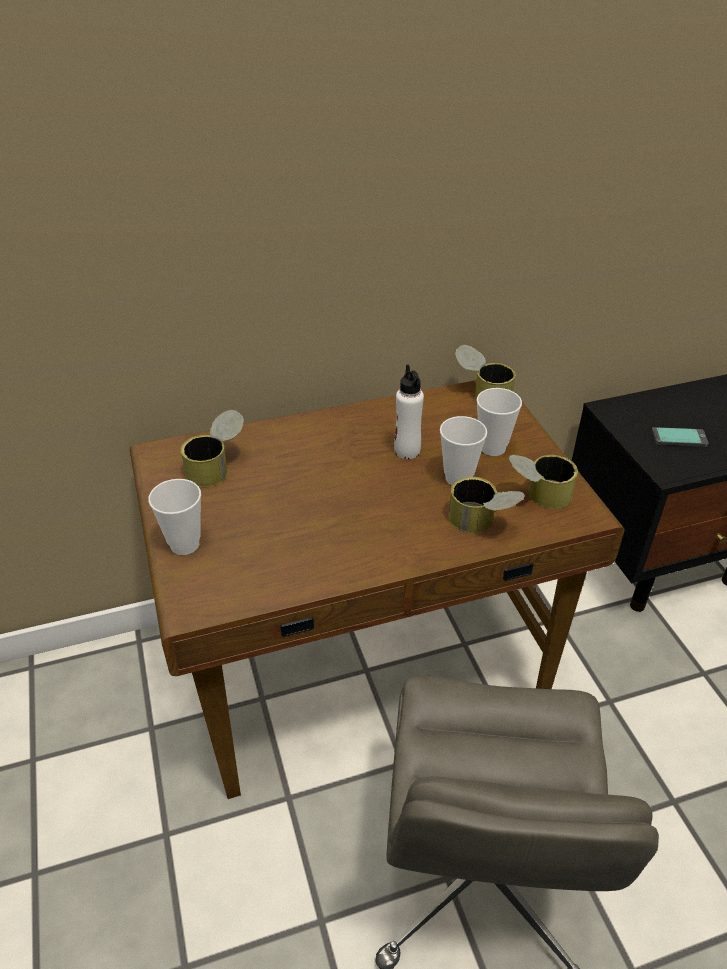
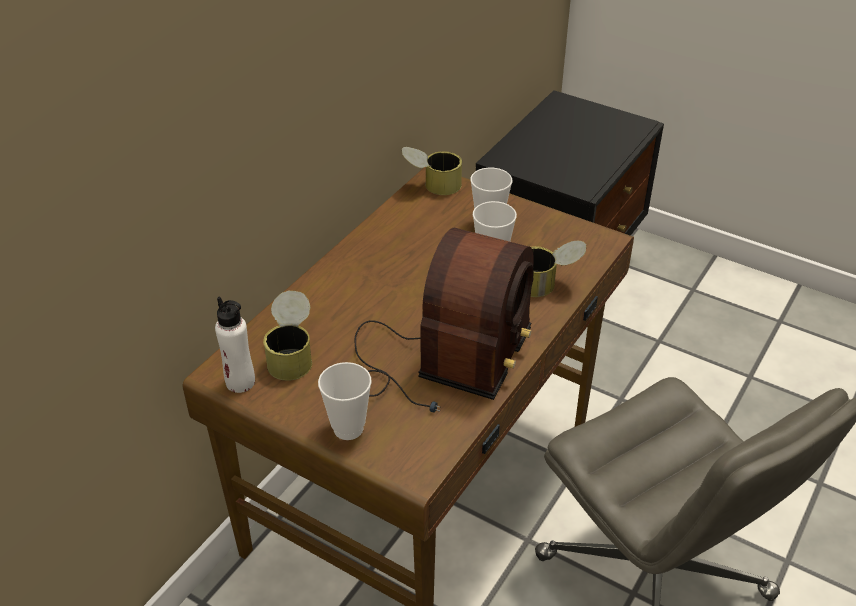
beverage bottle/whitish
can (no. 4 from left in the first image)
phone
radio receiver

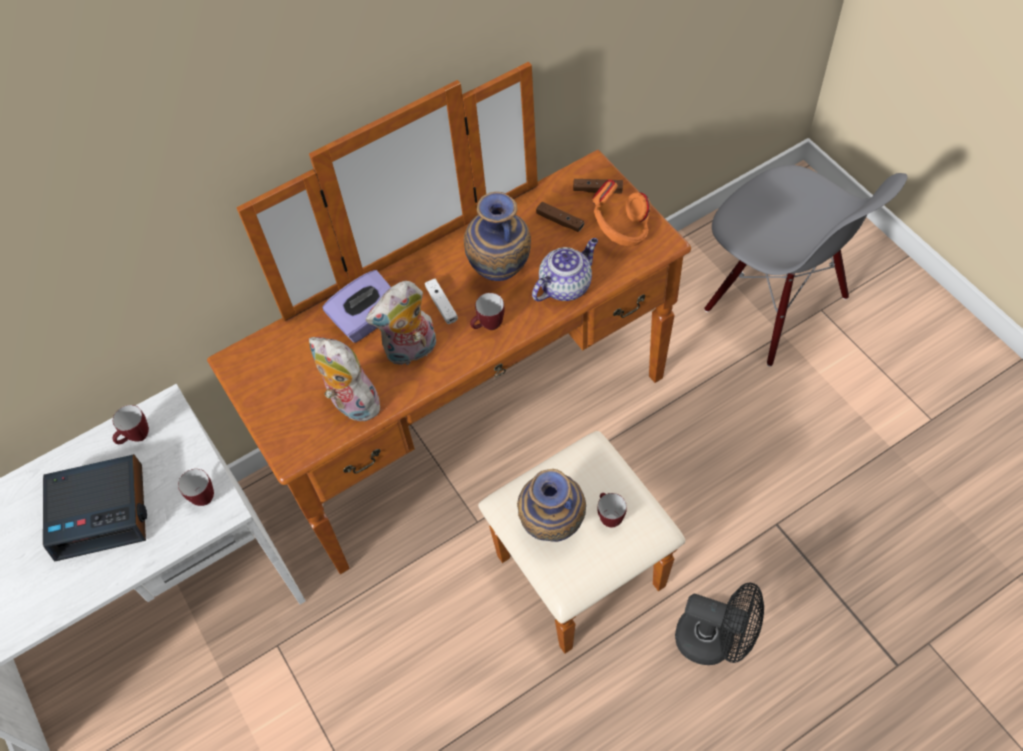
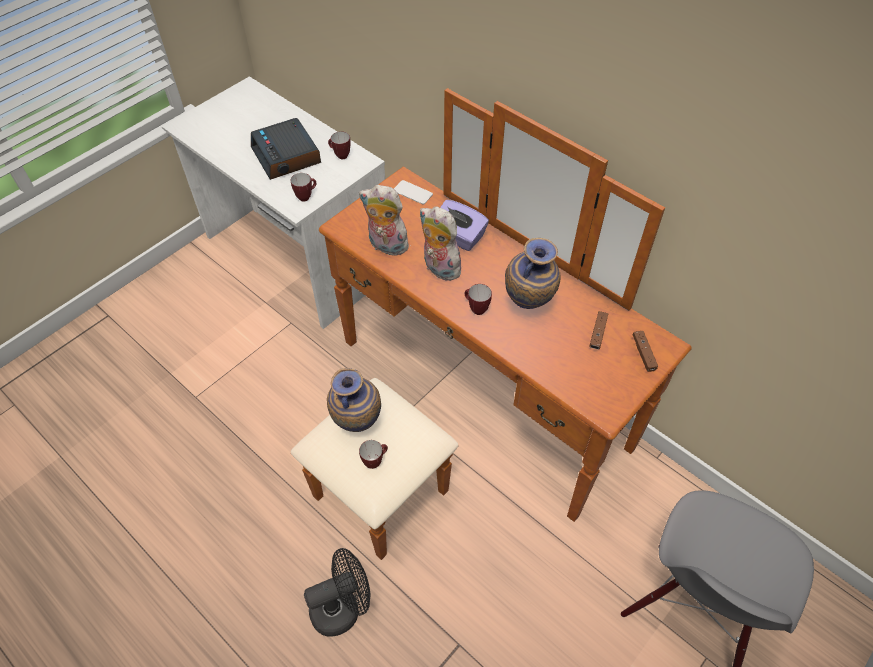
plush toy (no. 1 from left)
gamepad/whitish
teapot
headphones/orange-coloured
cooling fan/black-coloured
phone

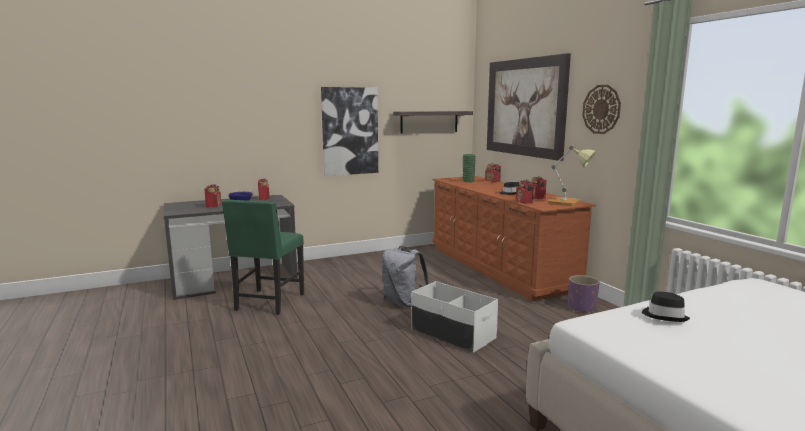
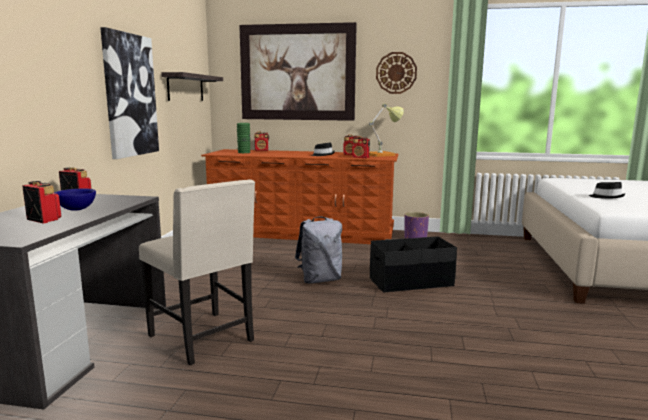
plain chair/beige-coloured
storage container/black-coloured

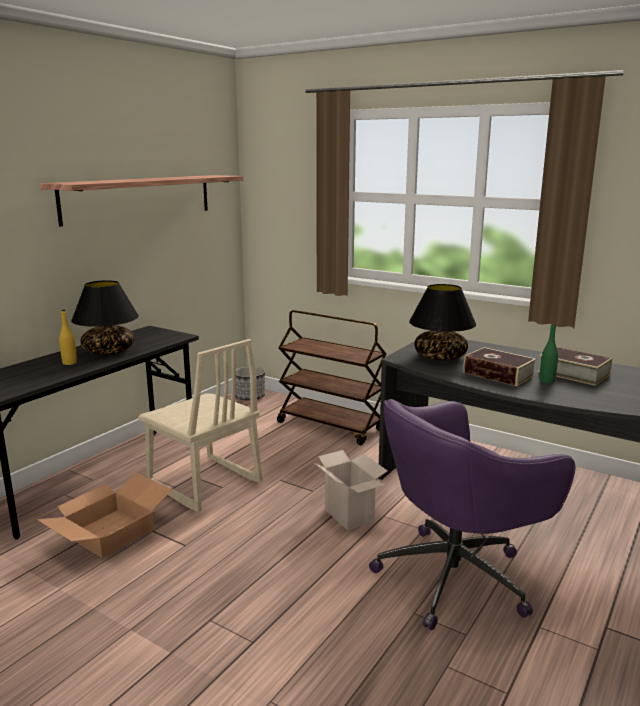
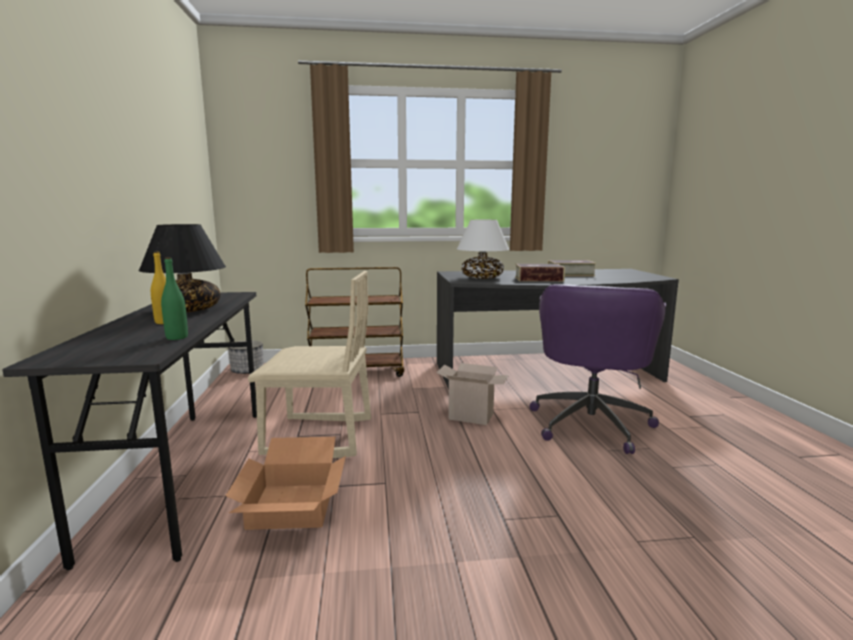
bracket shelf
lamp for a table/whitish
beverage bottle/green

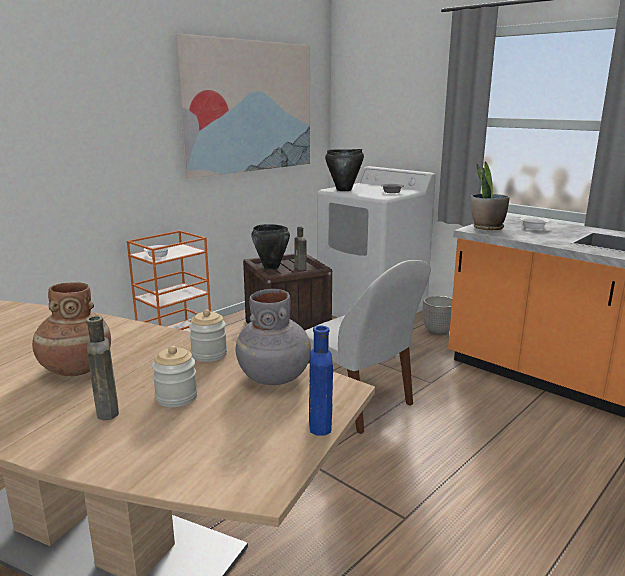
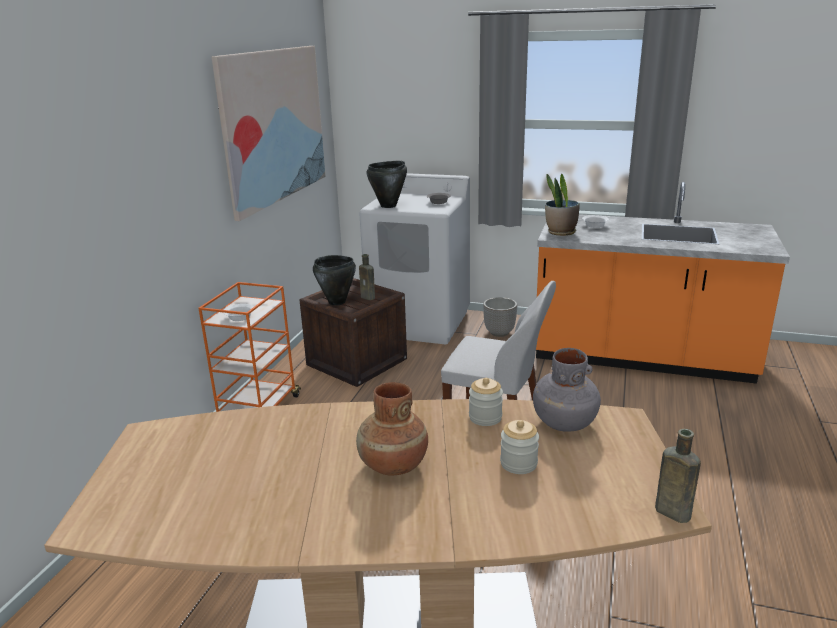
beverage bottle/brown (no. 2 from left)
beverage bottle/bluish

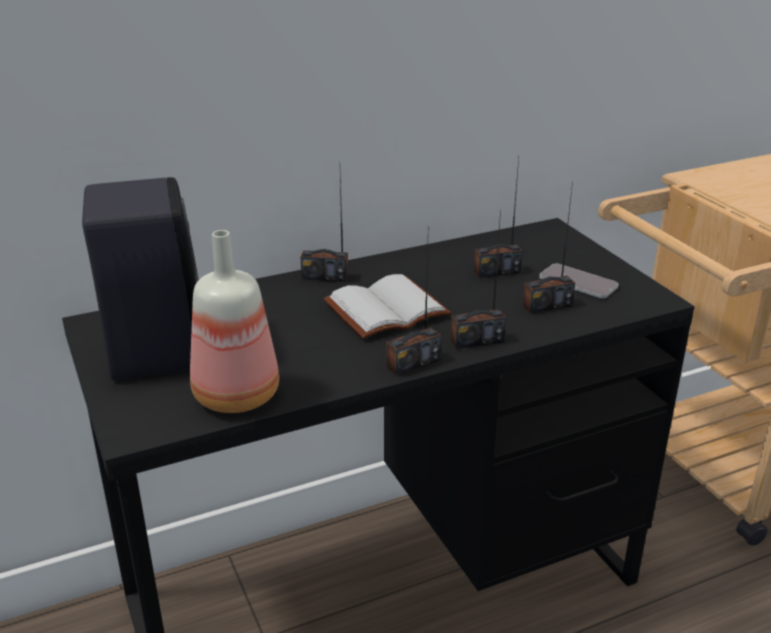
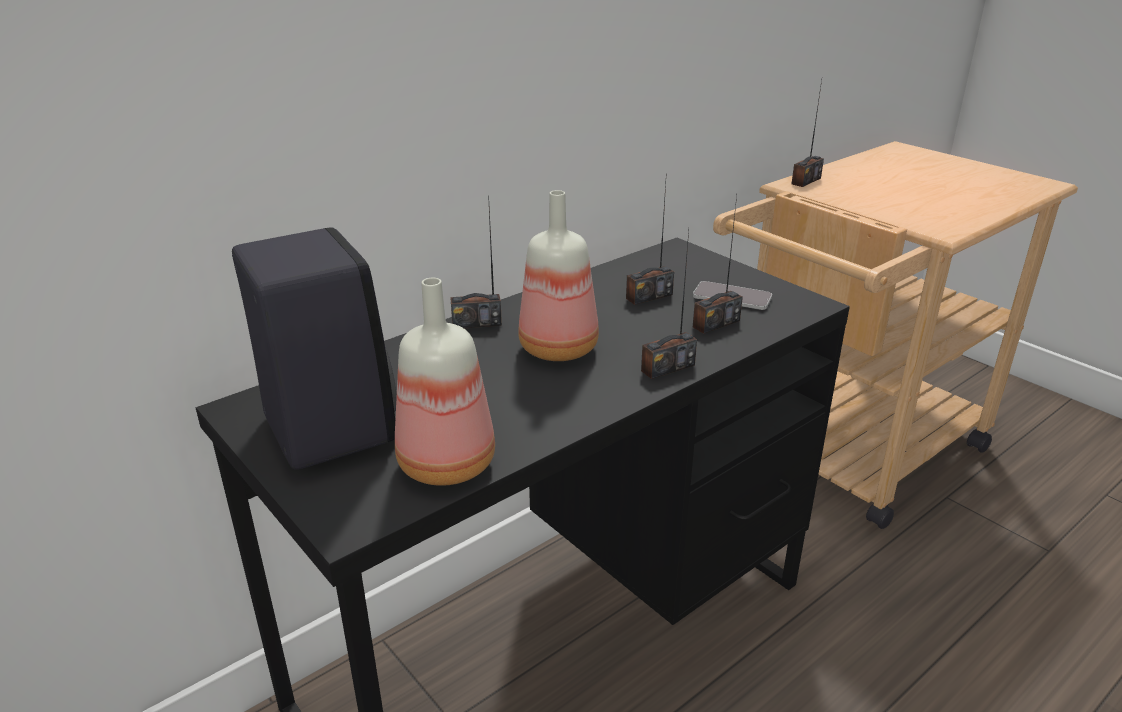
beverage bottle (no. 2 from left)
radio receiver (no. 5 from left)

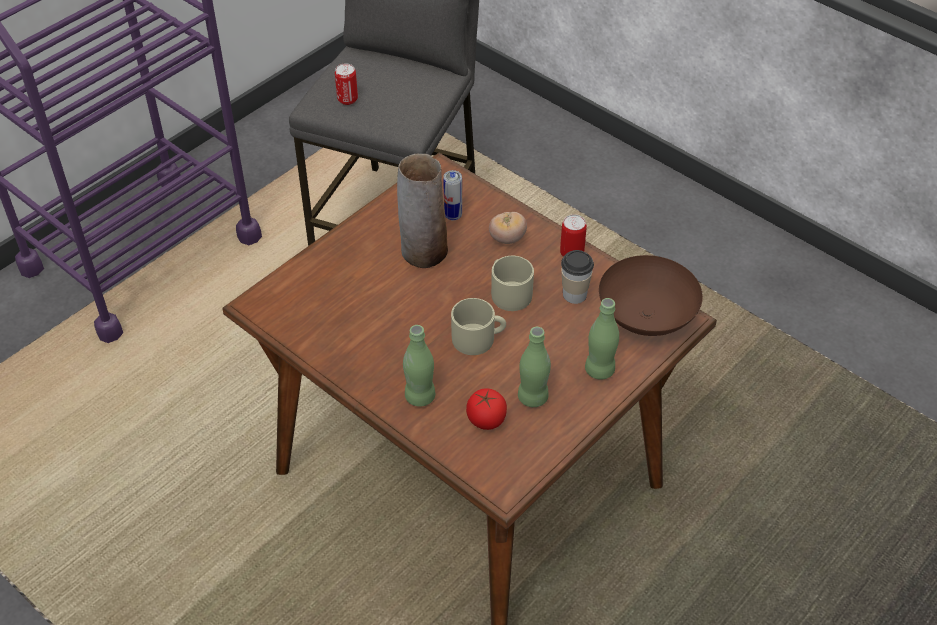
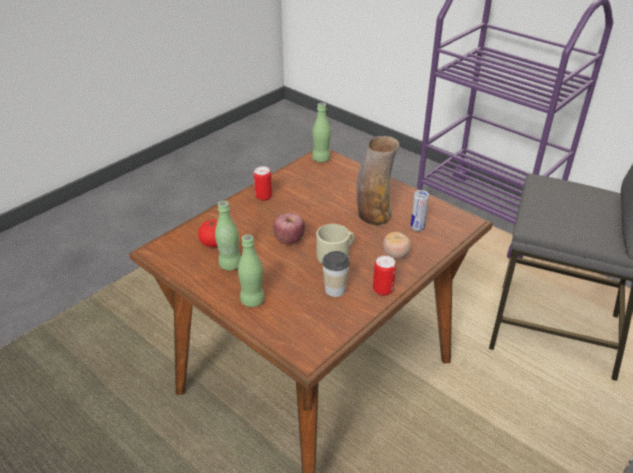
can (no. 1 from left)
beverage bottle/green (no. 3 from left)
apple fruit
serving bowl/brown

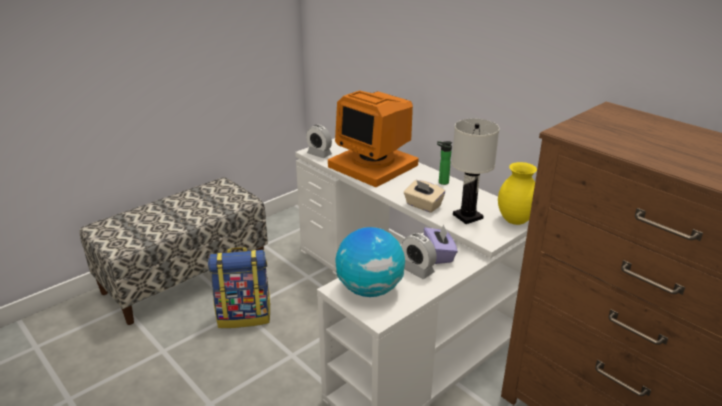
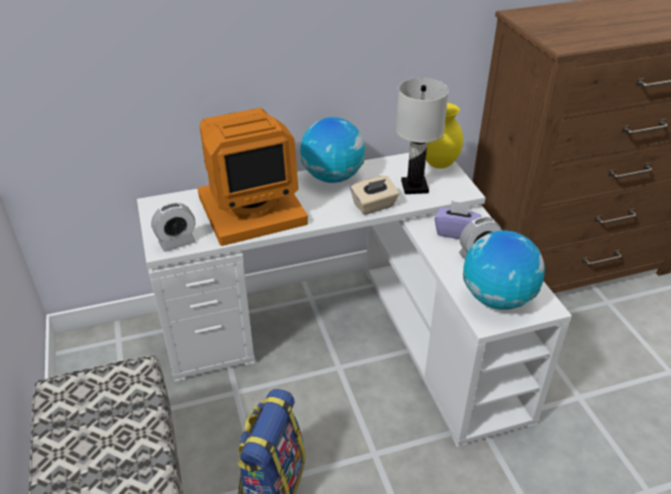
globe (no. 1 from left)

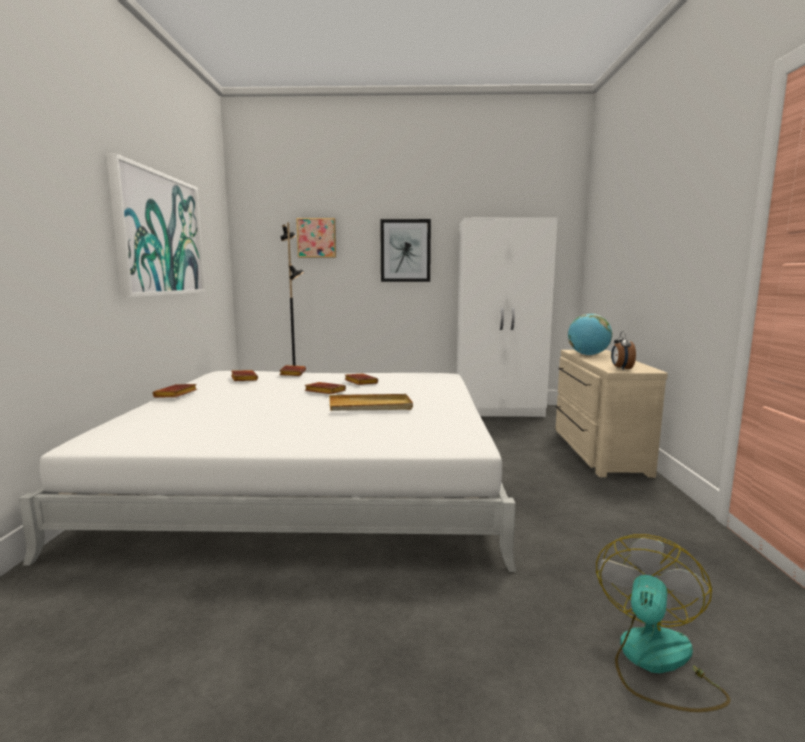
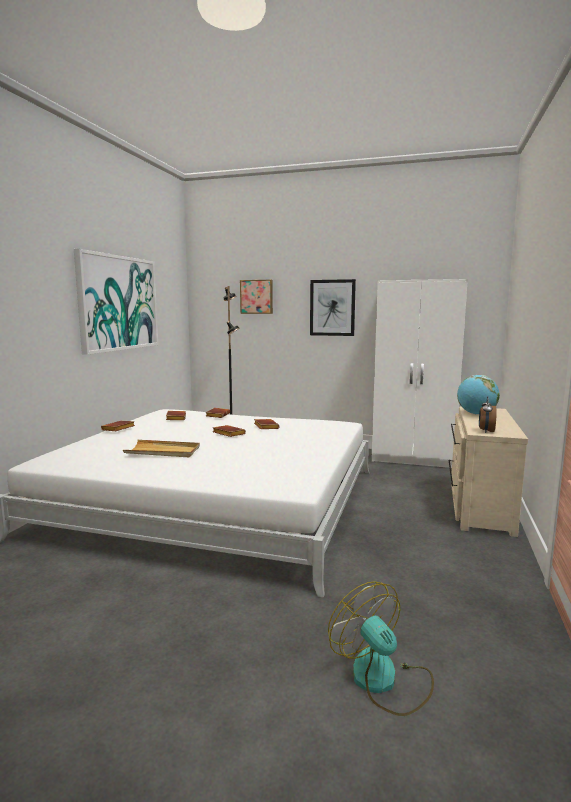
serving tray/beige-coloured
cooling fan

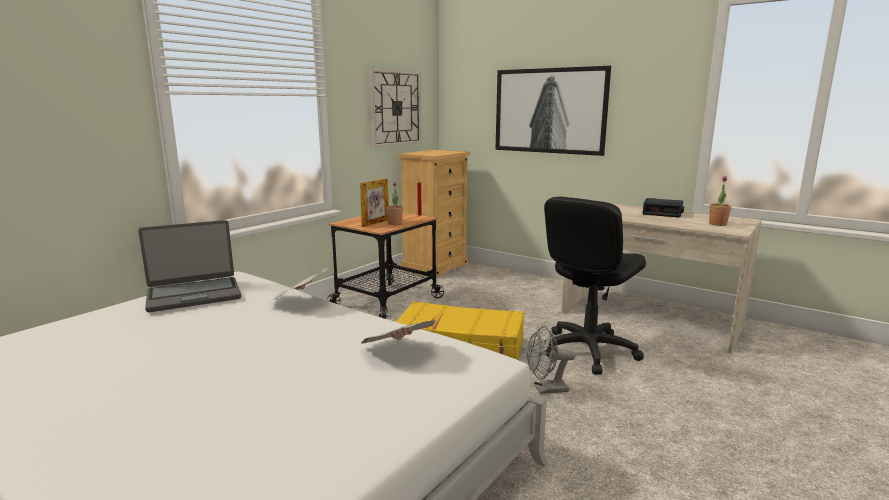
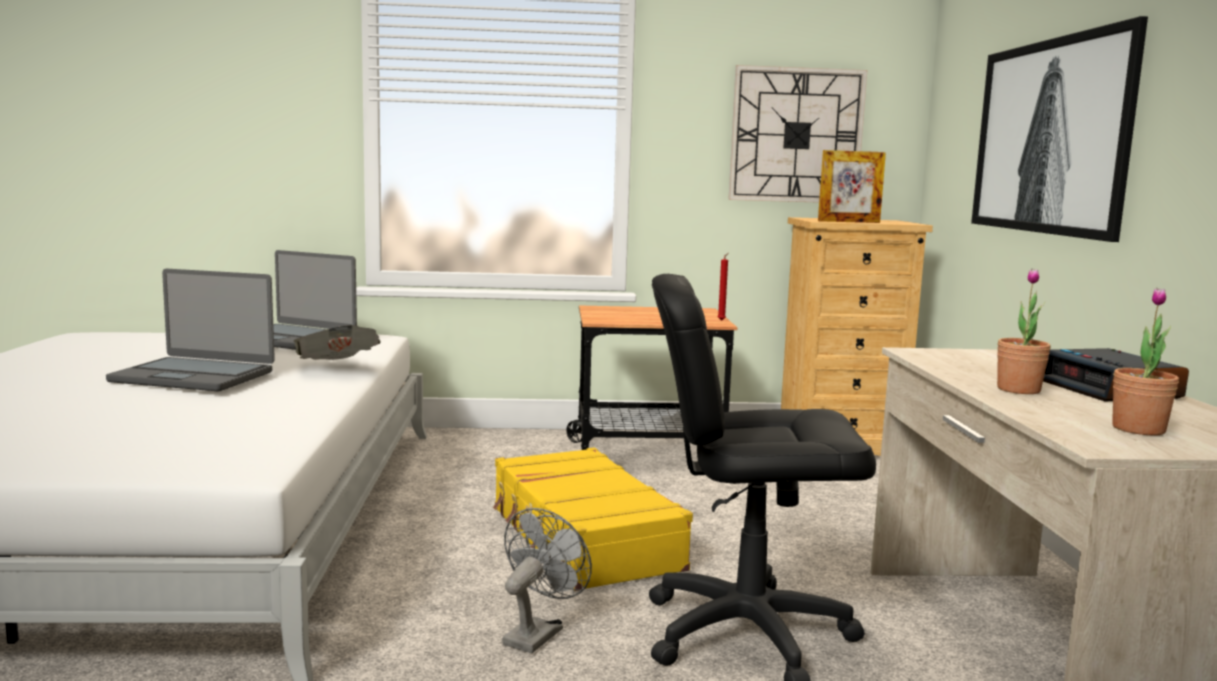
picture frame
daily paper (no. 2 from left in the first image)
potted plant (no. 1 from left)
cooling fan/greyish
laptop (no. 1 from left)

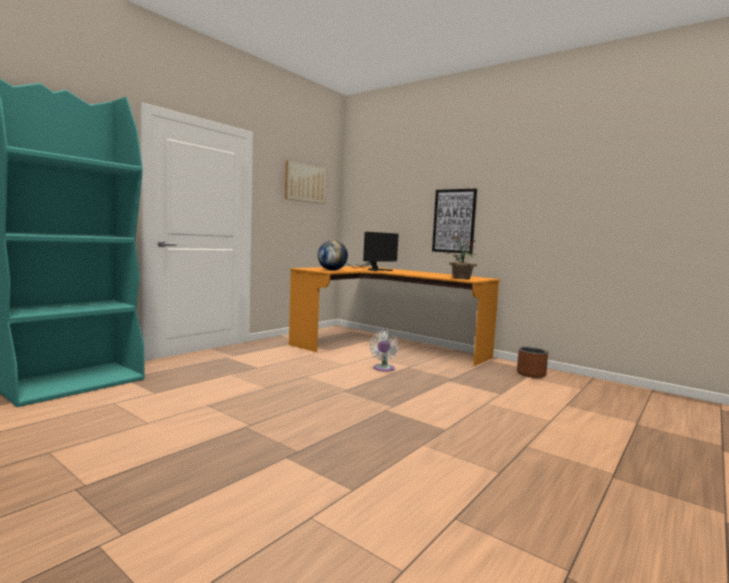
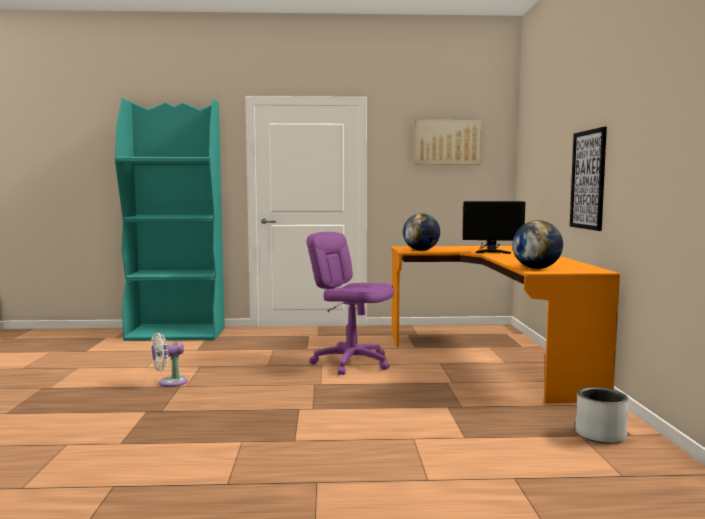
cooling fan/whitish
globe (no. 2 from left)
flower pot/greyish
office chair/purple

